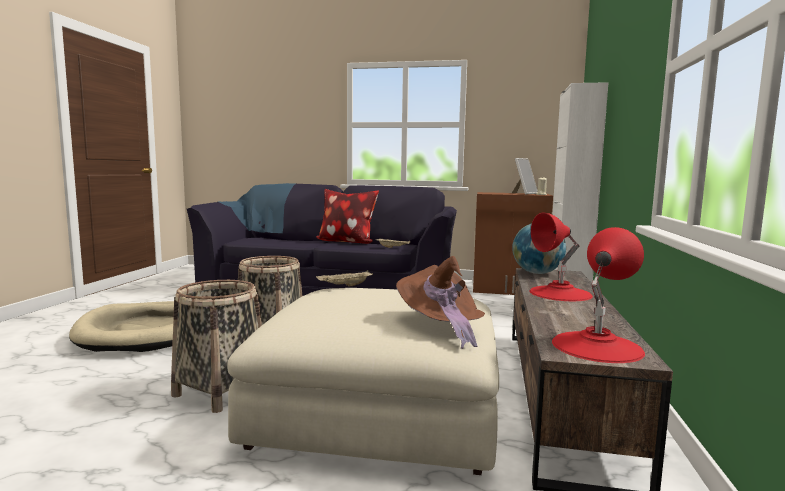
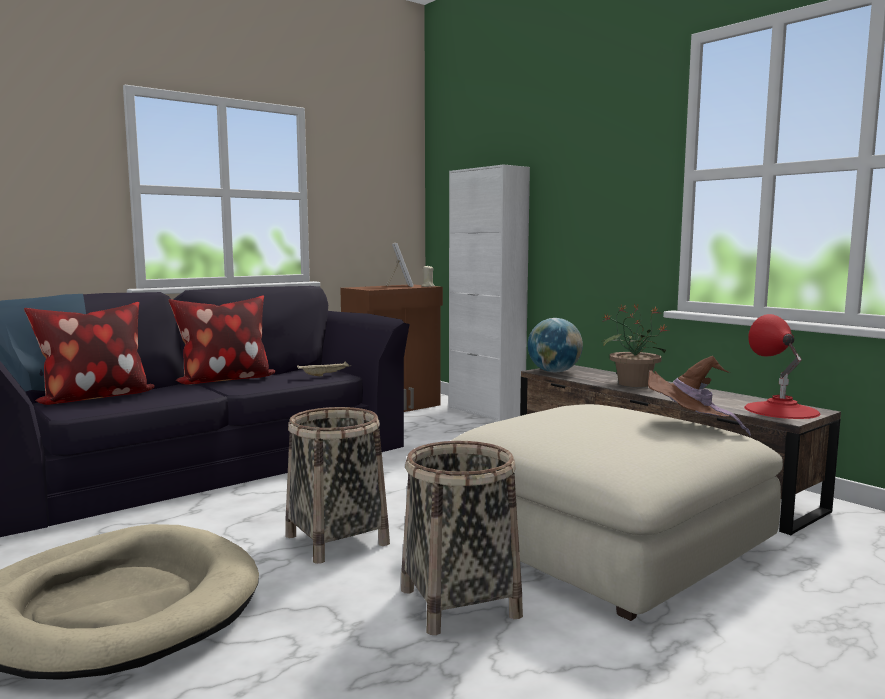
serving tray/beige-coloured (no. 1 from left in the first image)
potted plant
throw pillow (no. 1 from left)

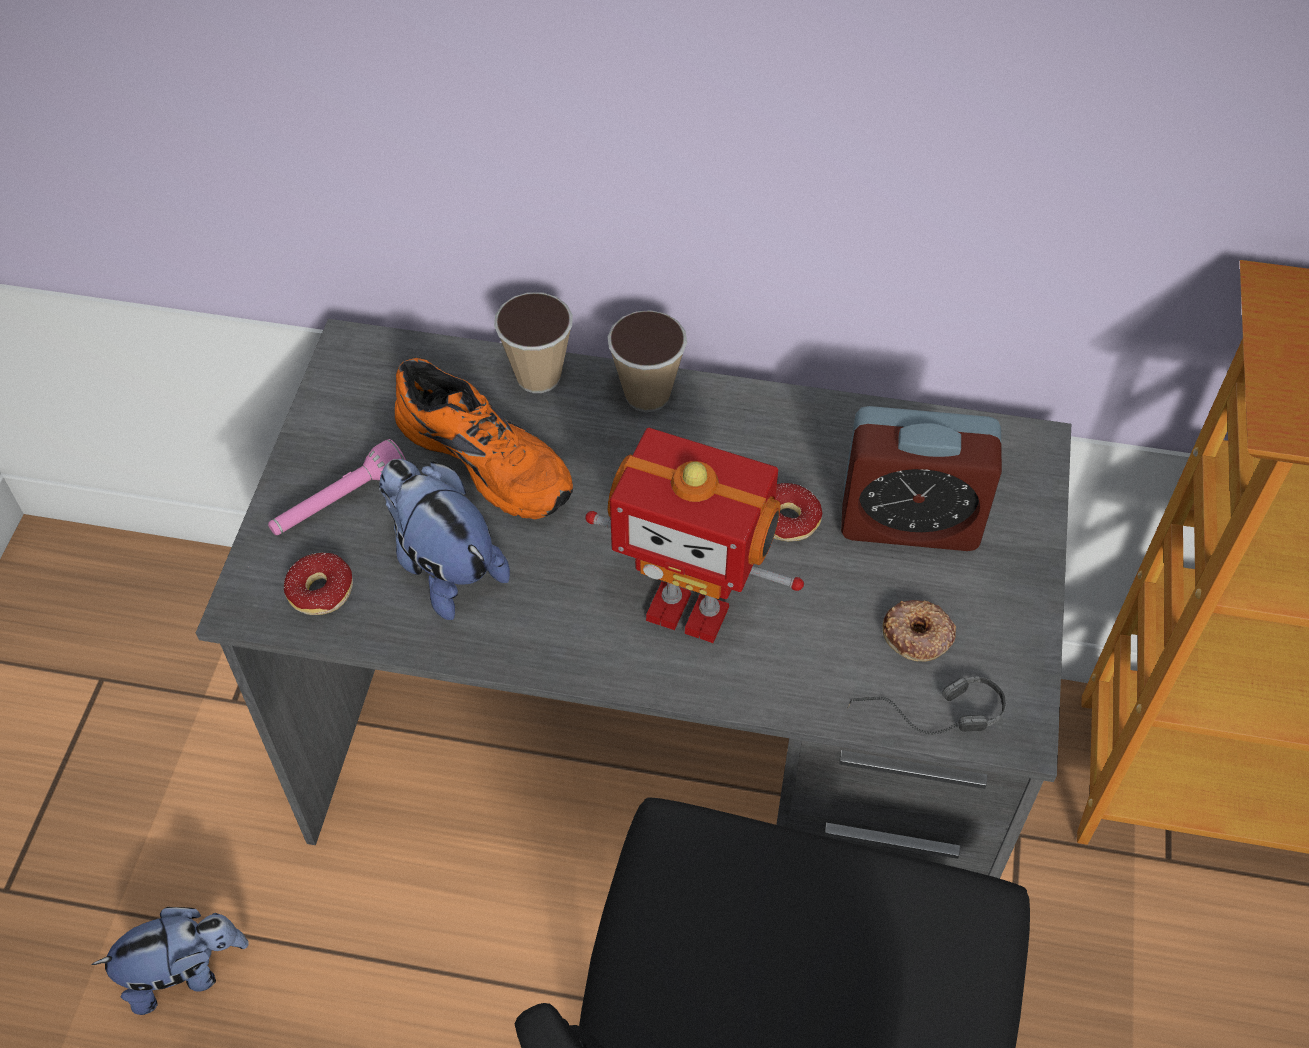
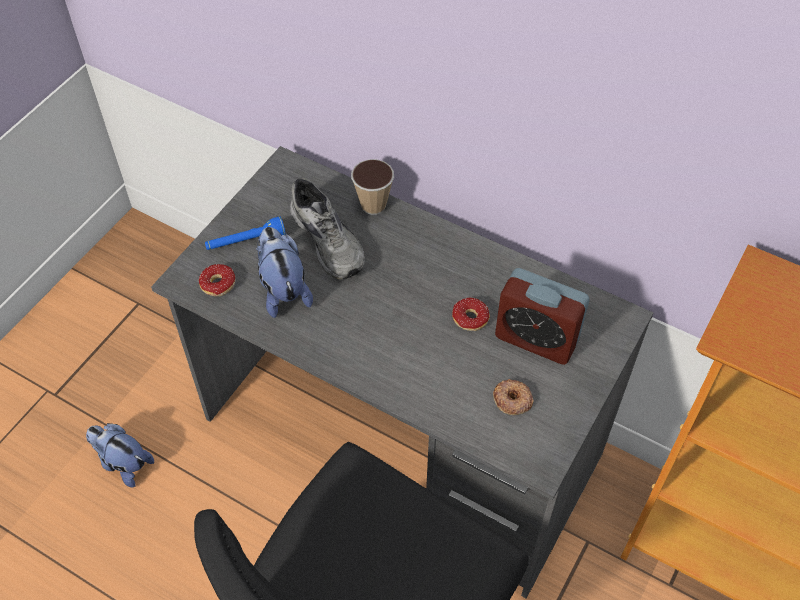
plush toy (no. 1 from left)
torch/bluish
shoe/greyish
model robot
drinking cup (no. 2 from left in the first image)
headphones

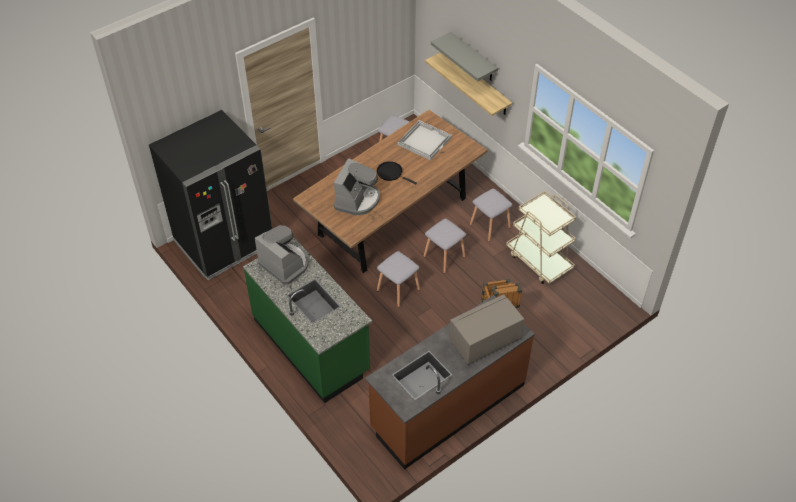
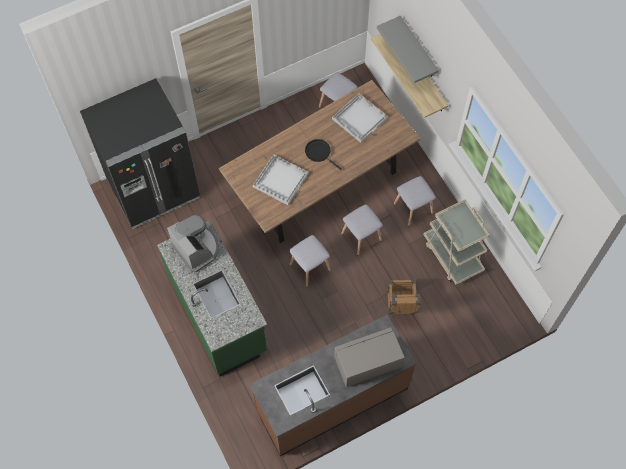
serving tray/whitish (no. 1 from left)

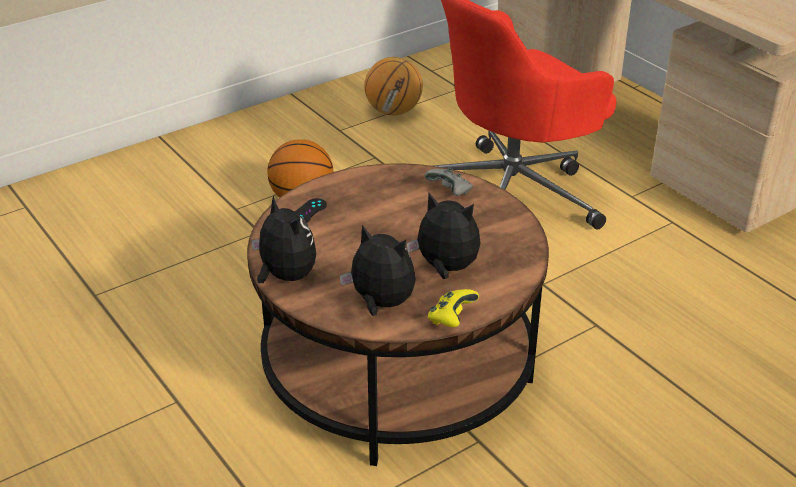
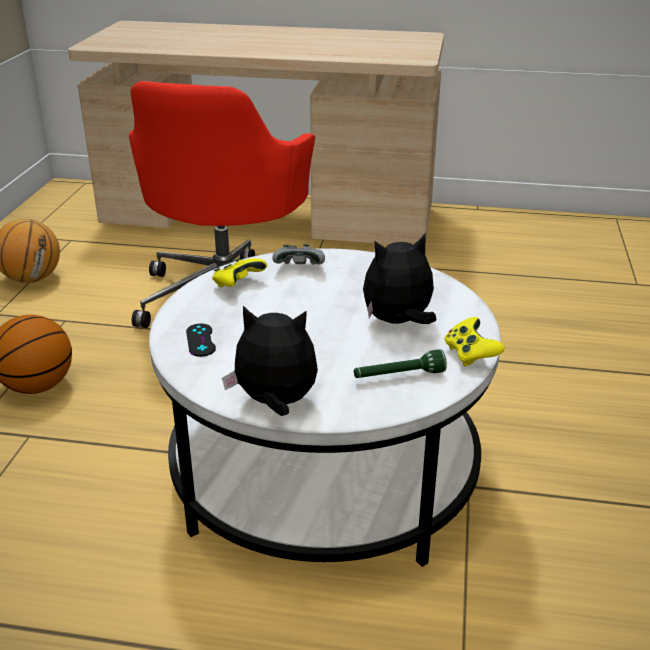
coffee table/whitish
torch/green
gamepad/yellowish (no. 1 from left)

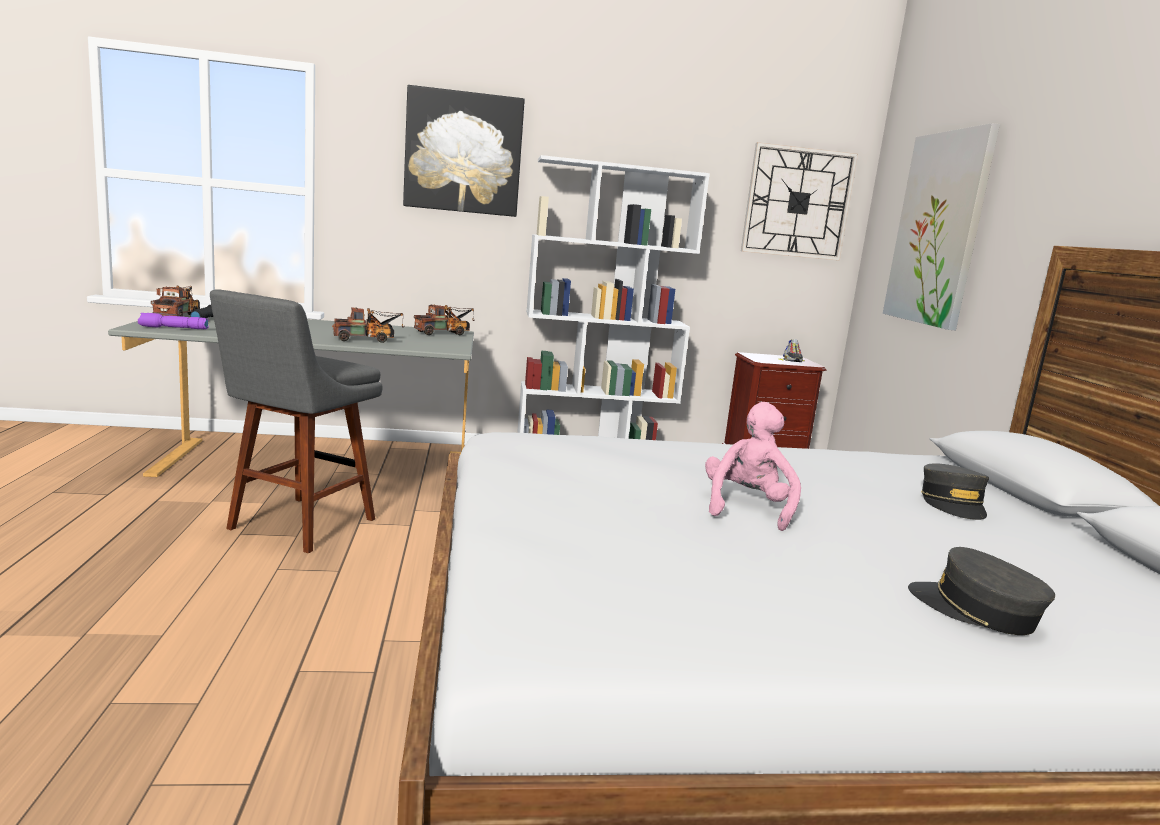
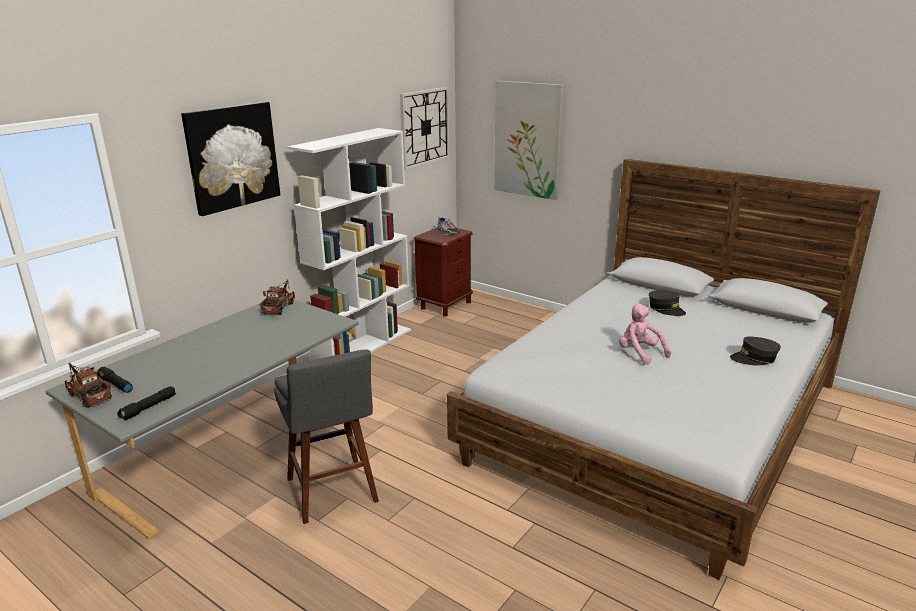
torch/black-coloured (no. 2 from left)
model truck (no. 2 from left in the first image)

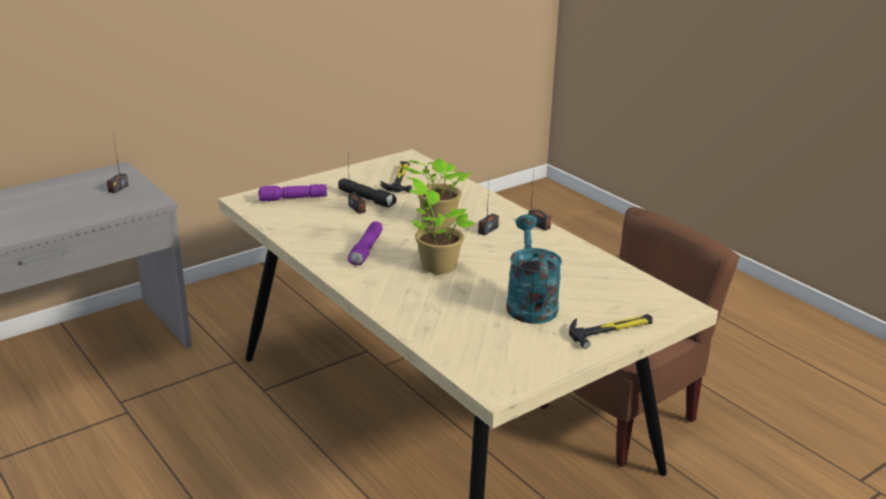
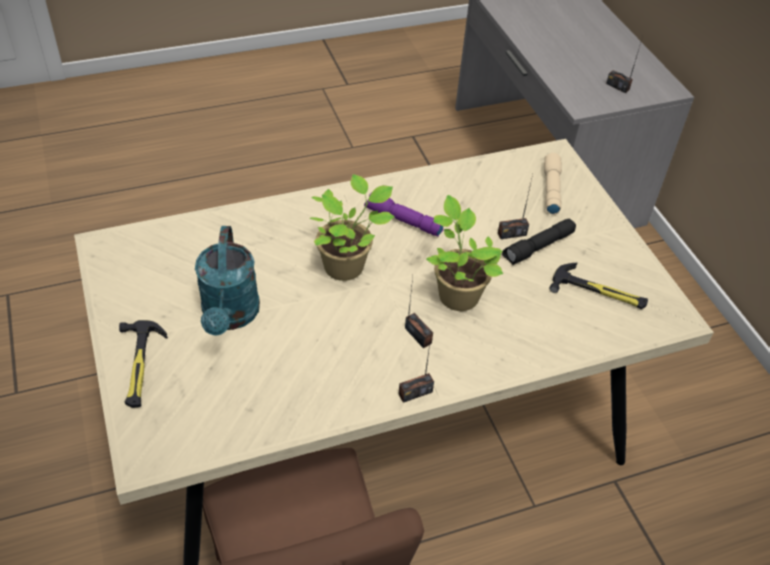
torch/beige-coloured
sprinkling can/turquoise-coloured

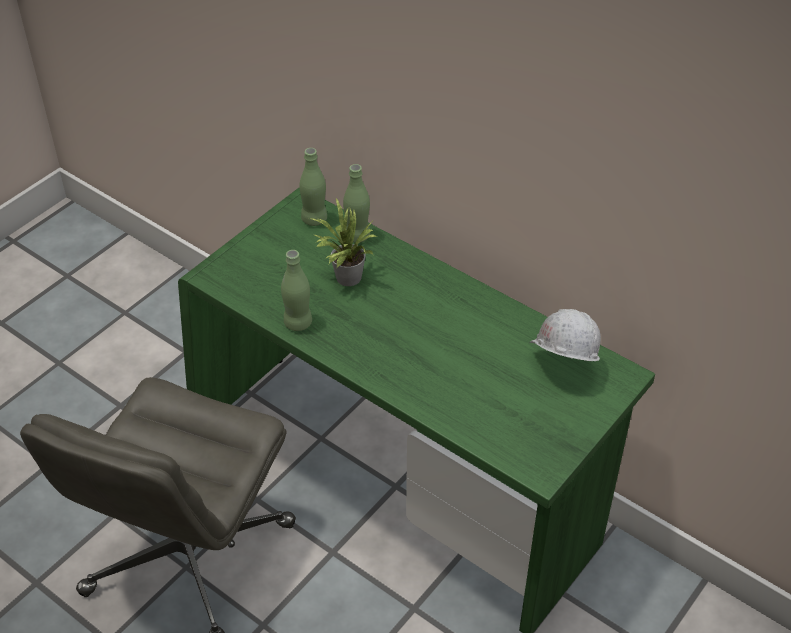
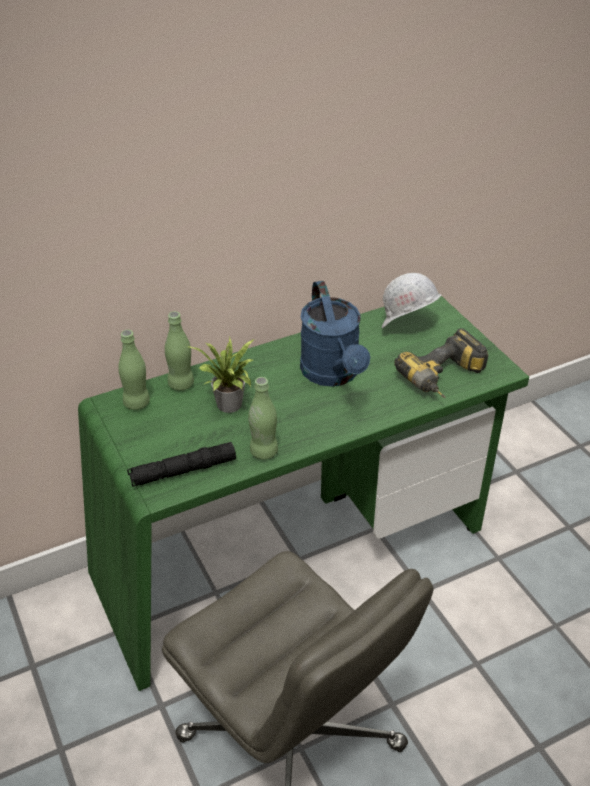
torch/black-coloured
sprinkling can/bluish
power drill

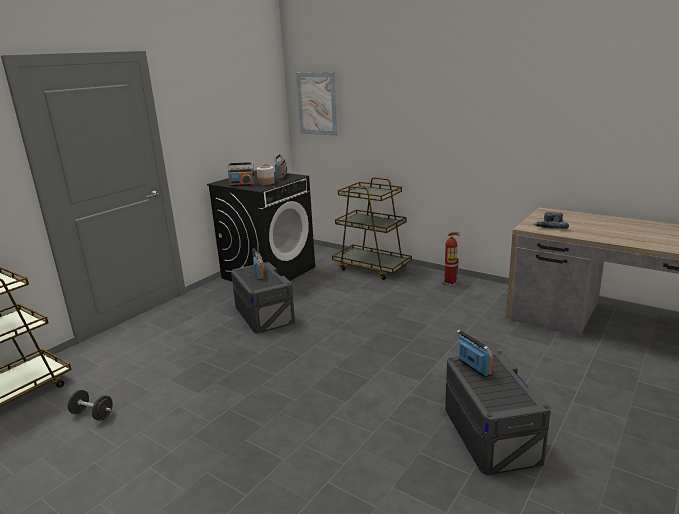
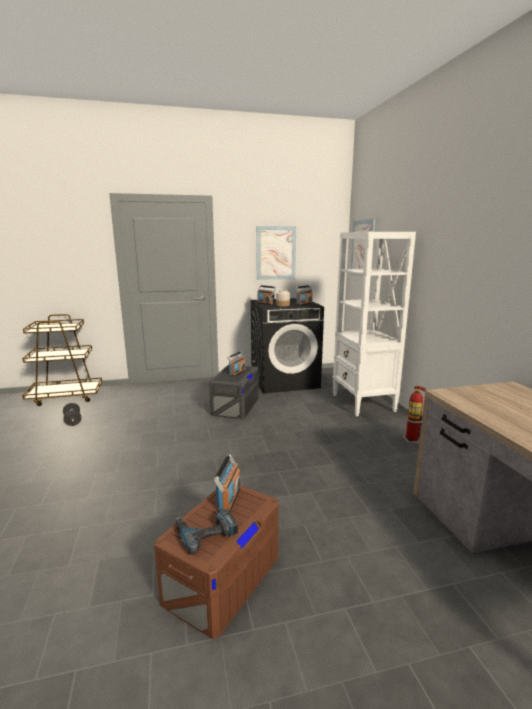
shelving unit/whitish
storage container/brown
power drill
picture (no. 1 from left)

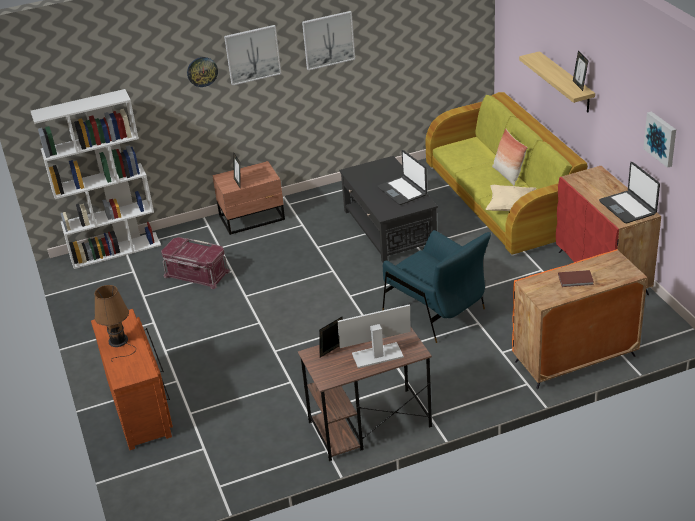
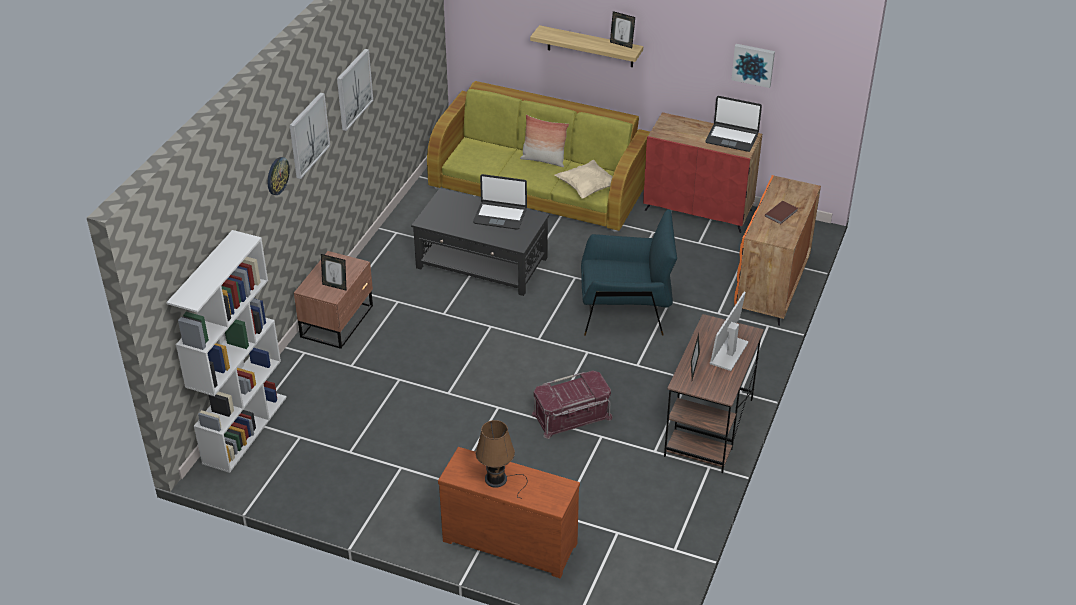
storage container/reddish

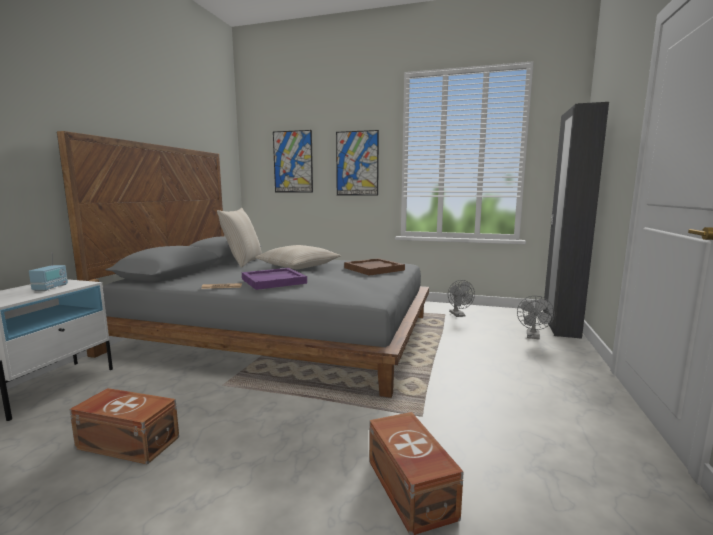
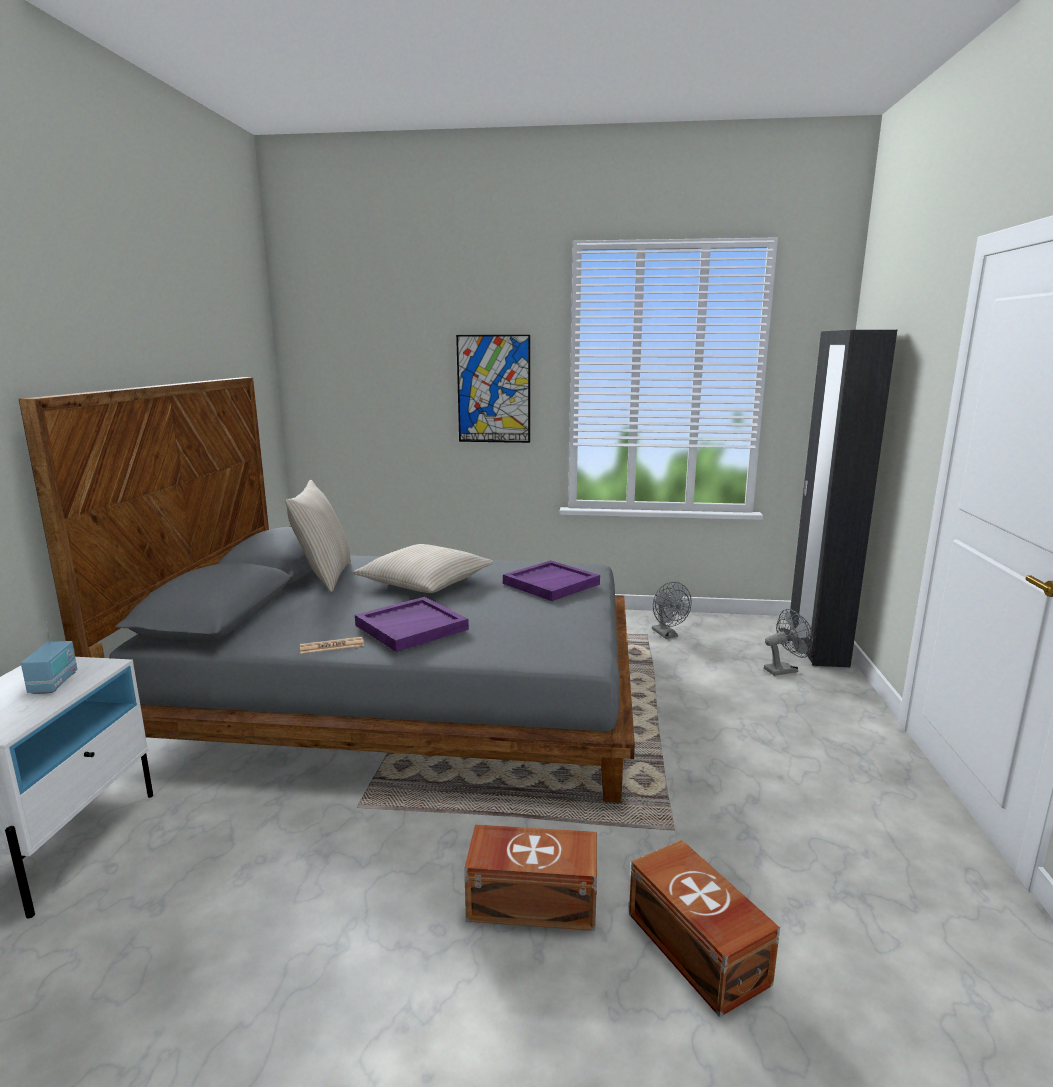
storage container/brown (no. 1 from left)
picture (no. 1 from left in the first image)
serving tray/purple (no. 2 from left)
cooling fan/greyish (no. 2 from left)

